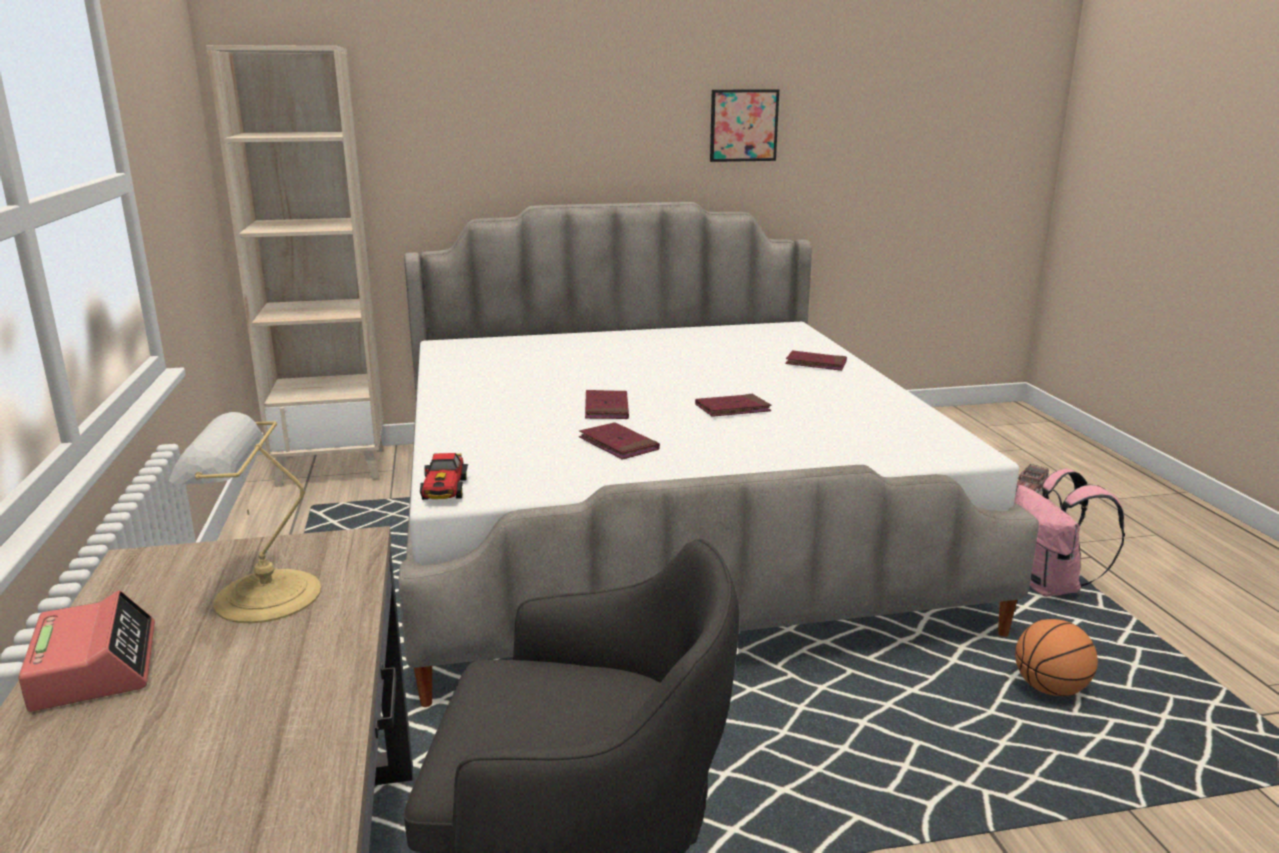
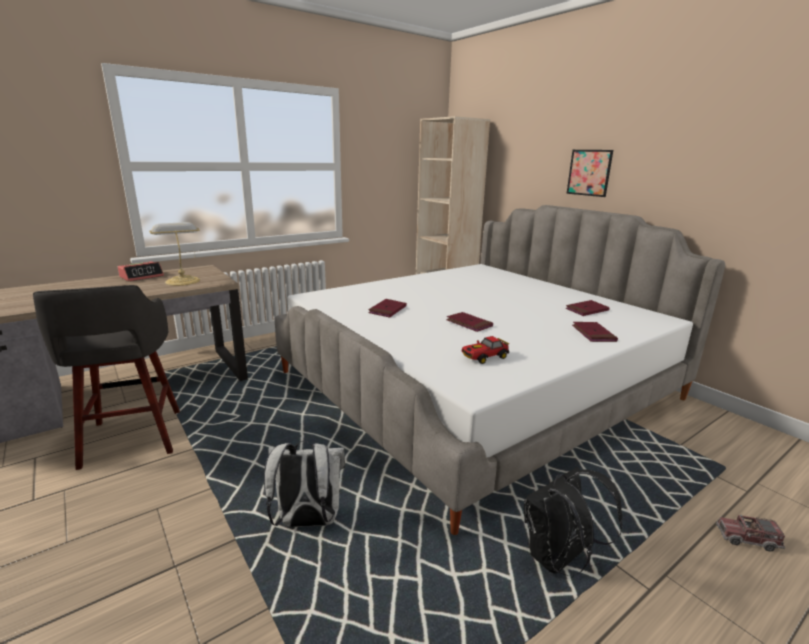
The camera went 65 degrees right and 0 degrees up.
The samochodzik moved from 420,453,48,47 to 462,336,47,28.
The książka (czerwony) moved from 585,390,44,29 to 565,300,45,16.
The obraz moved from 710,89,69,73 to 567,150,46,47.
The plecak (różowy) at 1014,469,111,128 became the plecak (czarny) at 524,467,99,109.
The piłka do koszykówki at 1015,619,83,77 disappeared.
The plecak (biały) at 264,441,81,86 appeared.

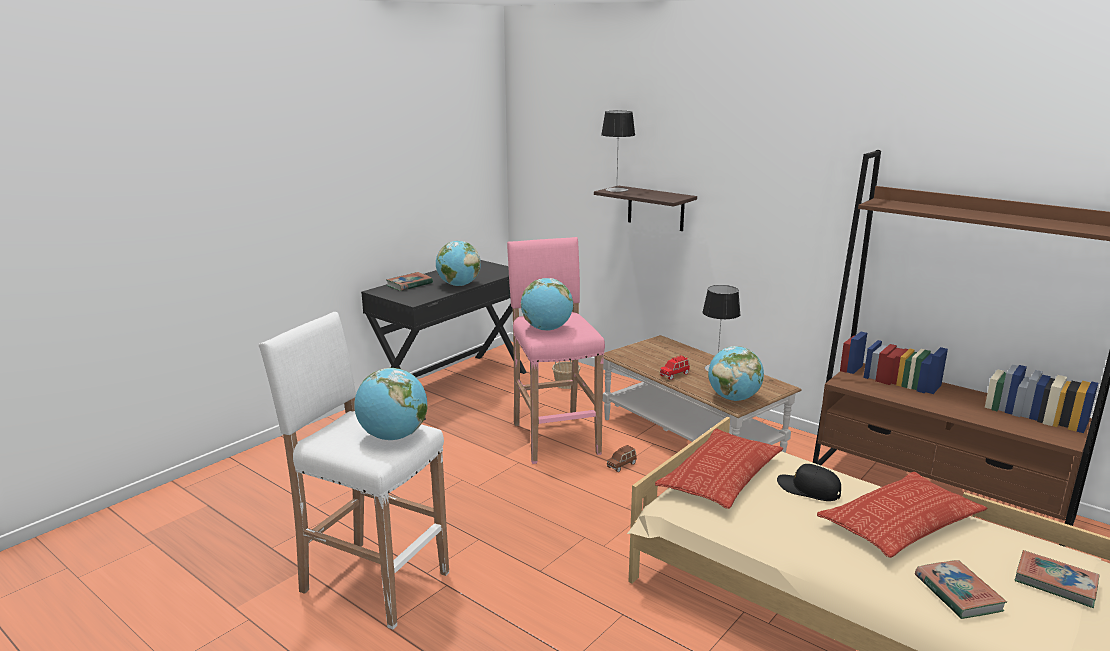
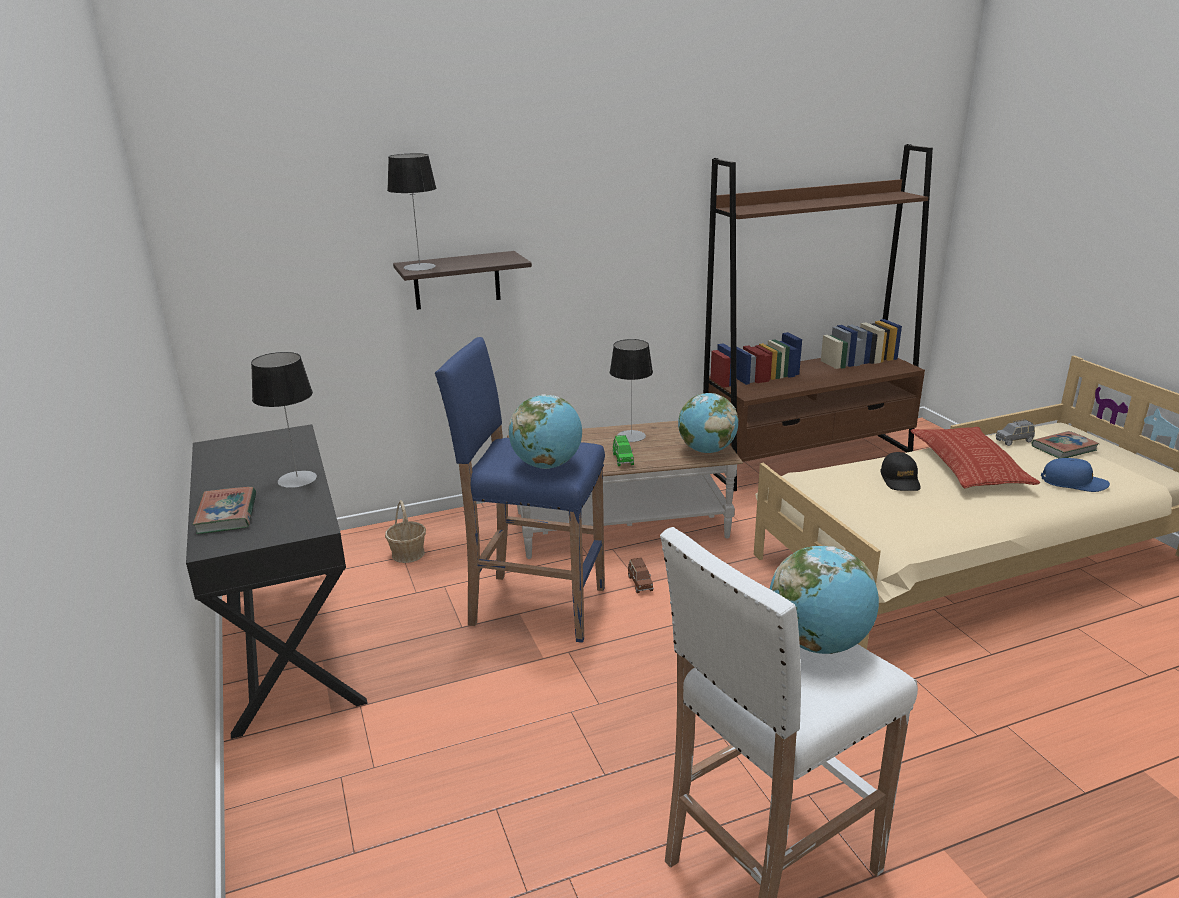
The camera went 60 degrees left and 5 degrees up.
The globus at 436,241,45,45 was replaced by the lampa stołowa at 251,352,66,136.
The stołek (różowy) at 507,237,98,227 became the stołek (niebieski) at 435,337,170,306.
The poduszka at 655,429,128,80 disappeared.
The samochodzik (czerwony) at 660,355,30,25 became the samochodzik (zielony) at 613,435,21,31.
The czapka z daszkiem (czarny) at 777,464,64,37 turned 60 degrees counterclockwise.
The książka at 915,560,92,59 was replaced by the czapka z daszkiem (niebieski) at 1041,458,69,34.
The samochodzik (szary) at 996,419,39,27 appeared.

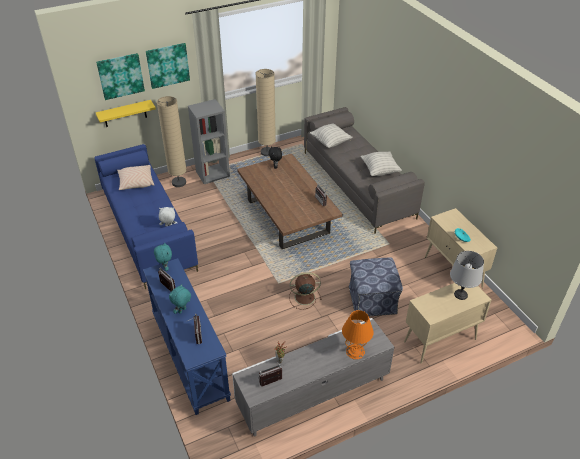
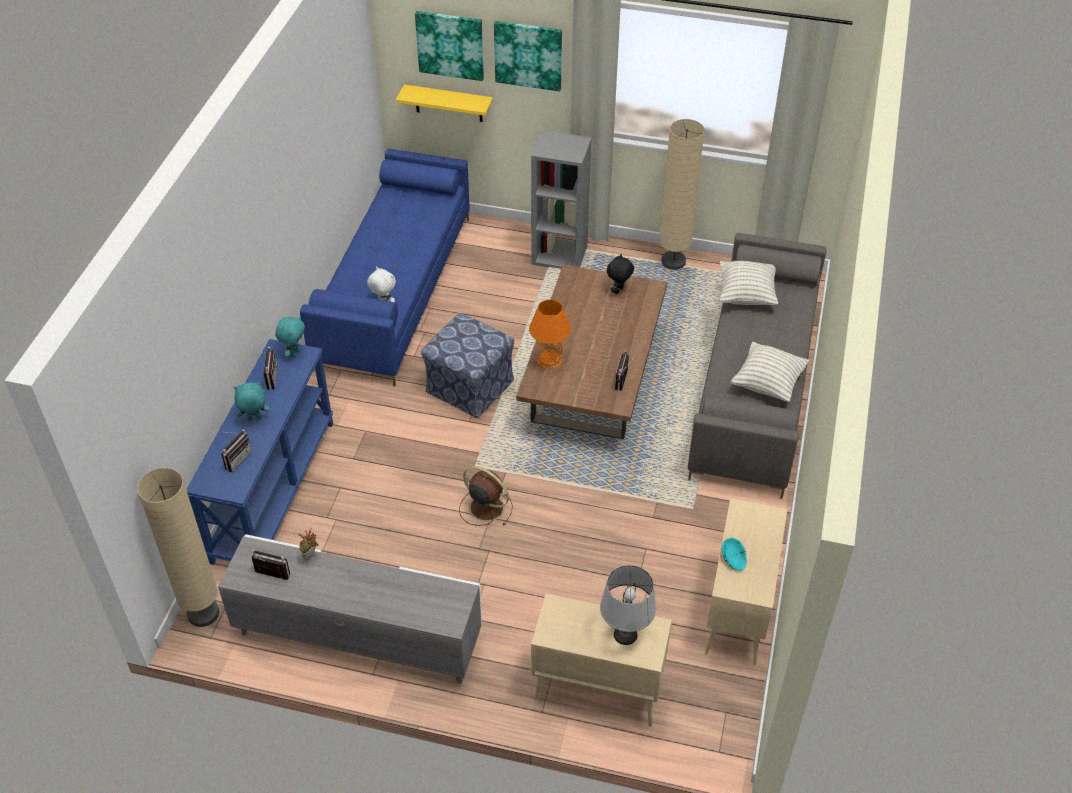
The camera went 40 degrees right and 5 degrees up.
The poduszka (beżowy) at 117,165,37,25 disappeared.
The lampa stojąca (beżowy) moved from 157,96,30,91 to 137,467,82,160.
The lampa stołowa (pomarańczowy) moved from 342,310,32,50 to 529,299,42,70.
The pufa moved from 349,257,54,59 to 421,313,93,105.

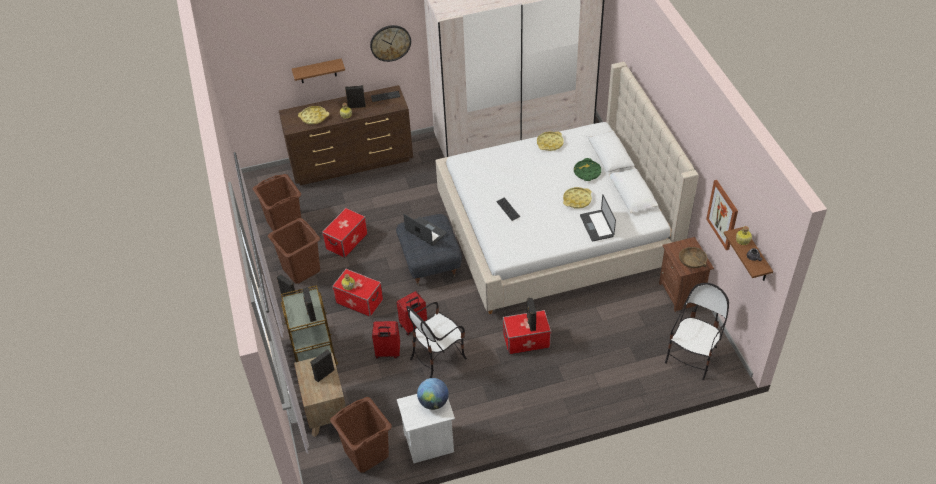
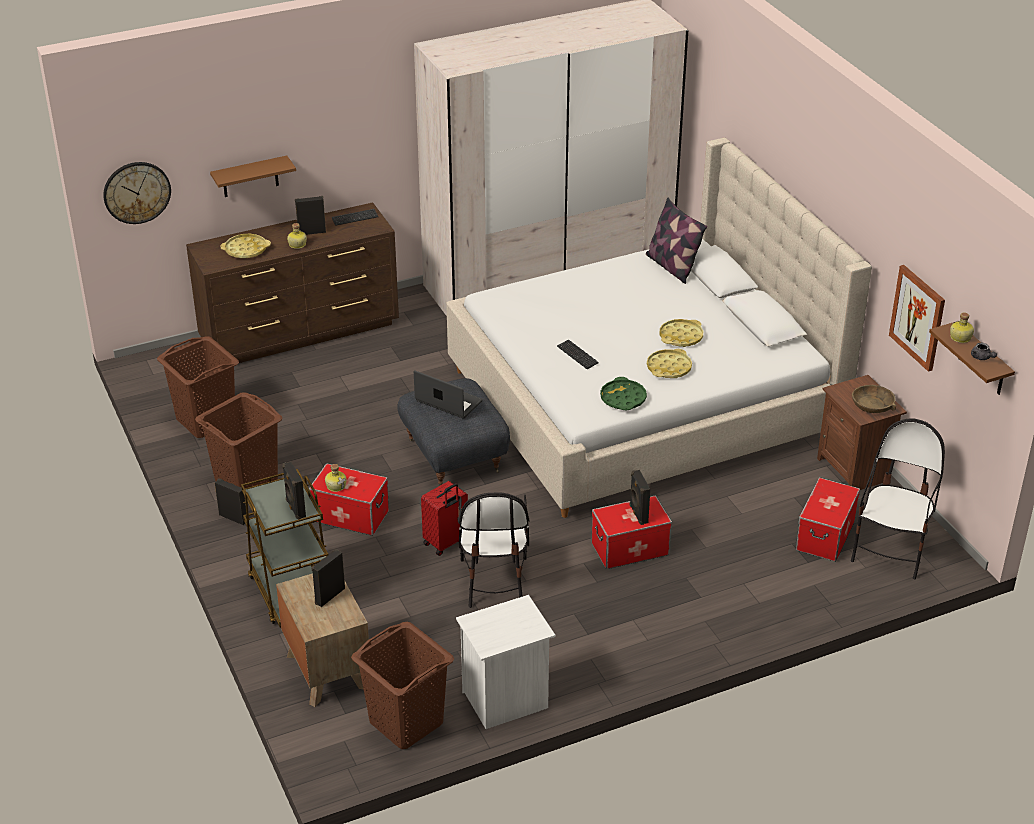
The camera went 10 degrees left and 10 degrees down.
The pojemnik do przechowywania moved from 322,208,46,50 to 796,477,64,85.
The zegar ścienny moved from 370,25,41,37 to 103,162,68,62.
The walizka (czerwony) at 372,321,28,38 disappeared.
The krzesło at 406,302,61,76 turned 45 degrees counterclockwise.
The globus at 417,378,32,32 disappeared.
The taca (żółty) moved from 537,132,27,19 to 647,349,45,29.
The taca (zielony) moved from 574,158,27,23 to 600,377,47,33.
The laptop at 580,194,36,47 disappeared.
The poduszka at 646,198,61,86 appeared.

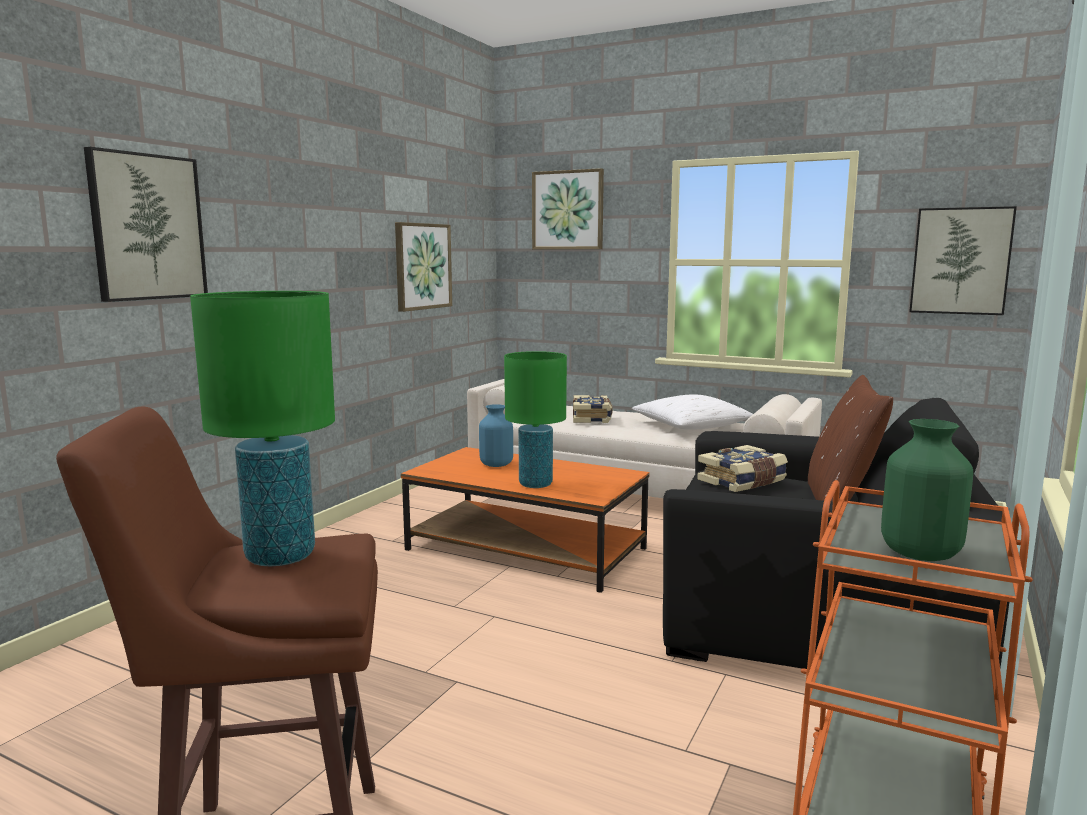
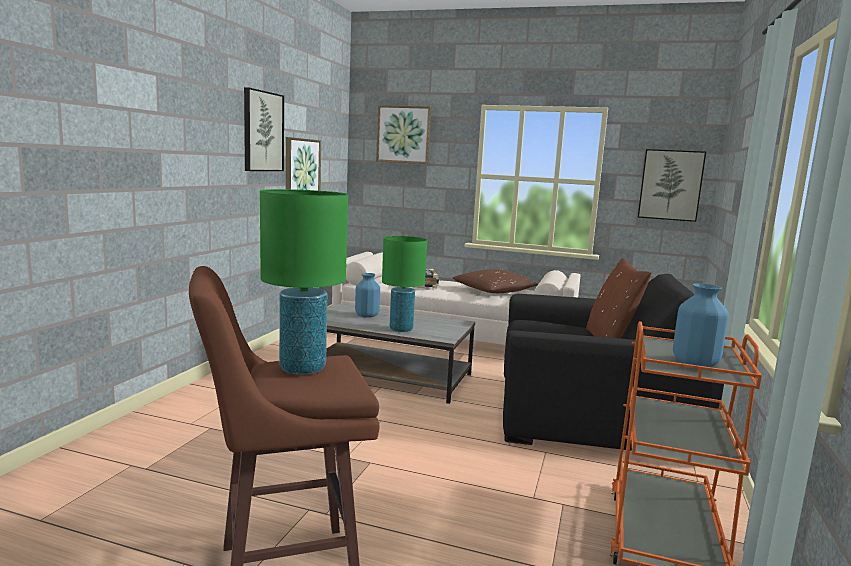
The camera went 10 degrees left and 0 degrees up.
The obraz moved from 84,147,124,155 to 244,87,40,84.
The ława (pomarańczowy) at 401,447,249,146 became the ława (szary) at 326,304,149,100.
The poduszka (biały) at 632,394,121,36 became the poduszka (brązowy) at 453,269,85,24.
The książka at 697,445,91,47 disappeared.
The wazon (zielony) at 881,419,92,142 became the wazon (niebieski) at 673,283,56,84.

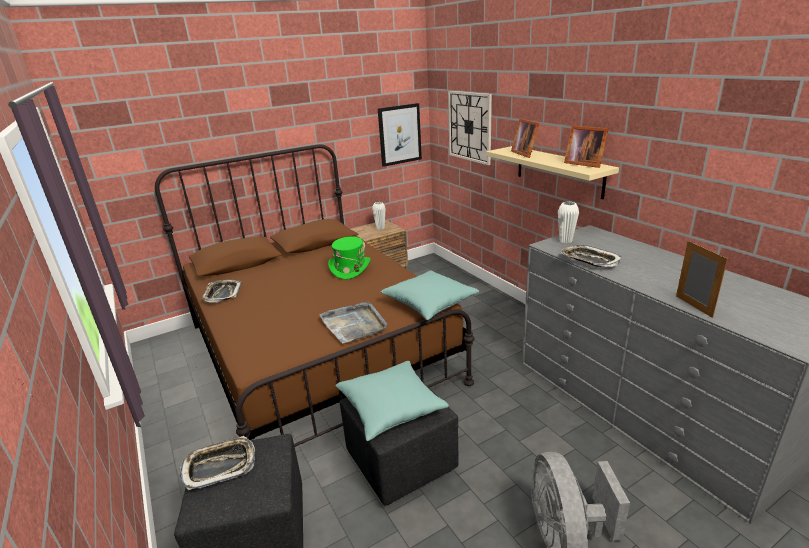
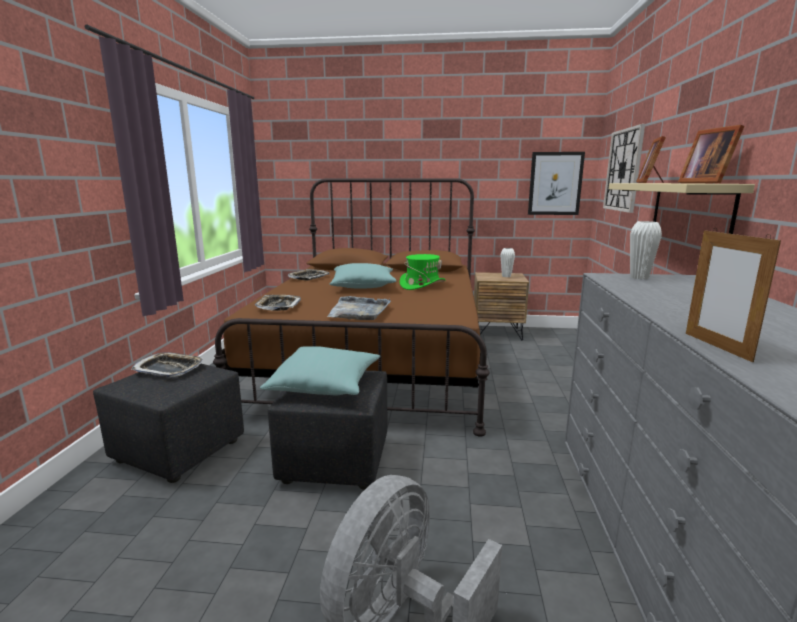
The camera went 35 degrees right and 10 degrees down.
The poduszka (turkusowy) moved from 381,271,98,49 to 330,263,66,26.
The taca moved from 561,245,61,22 to 255,295,46,16.
The ramka na zdjęcie at 676,241,52,77 turned 150 degrees clockwise.

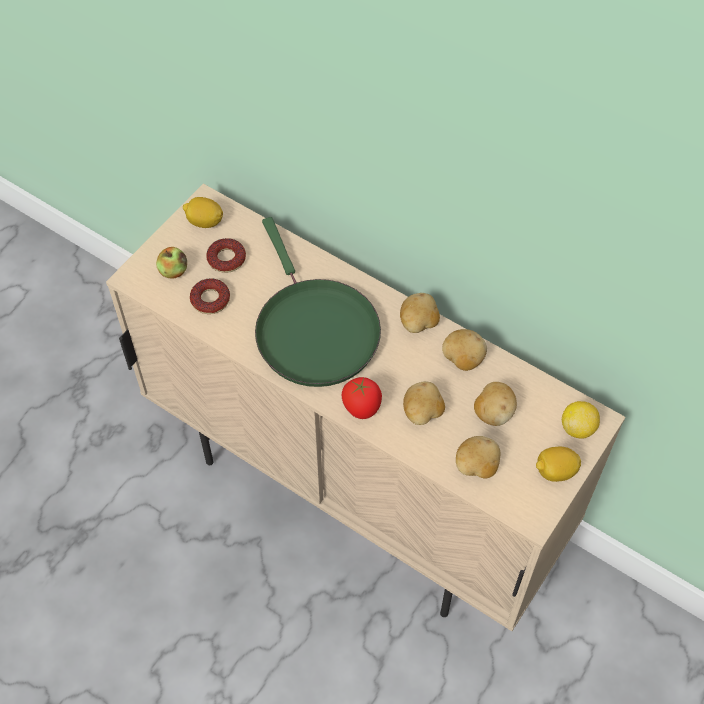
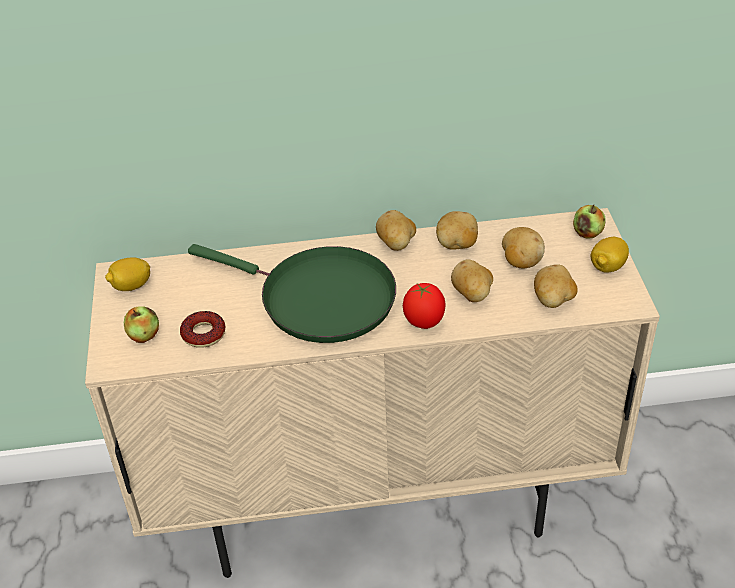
The camera went 40 degrees left and 15 degrees down.
The donut at 206,238,40,35 disappeared.
The cytryna at 562,401,38,38 was replaced by the jabłko at 573,204,33,35.

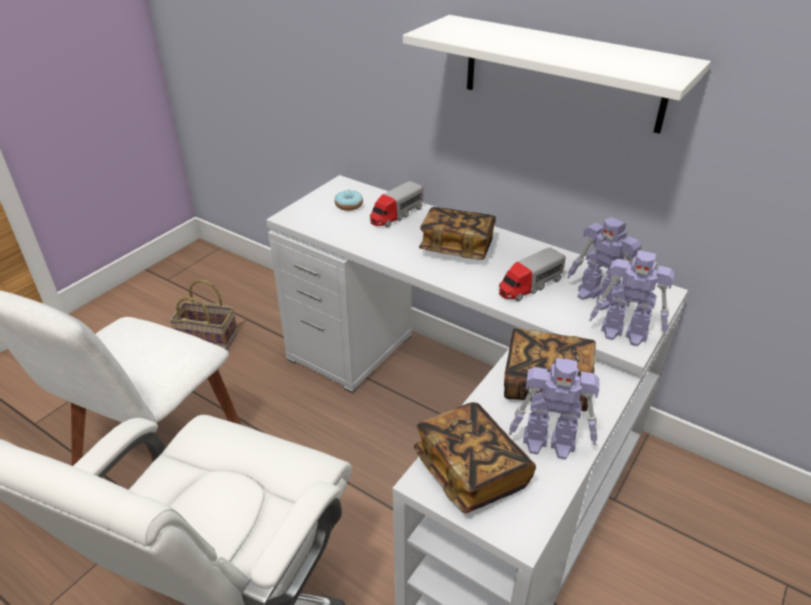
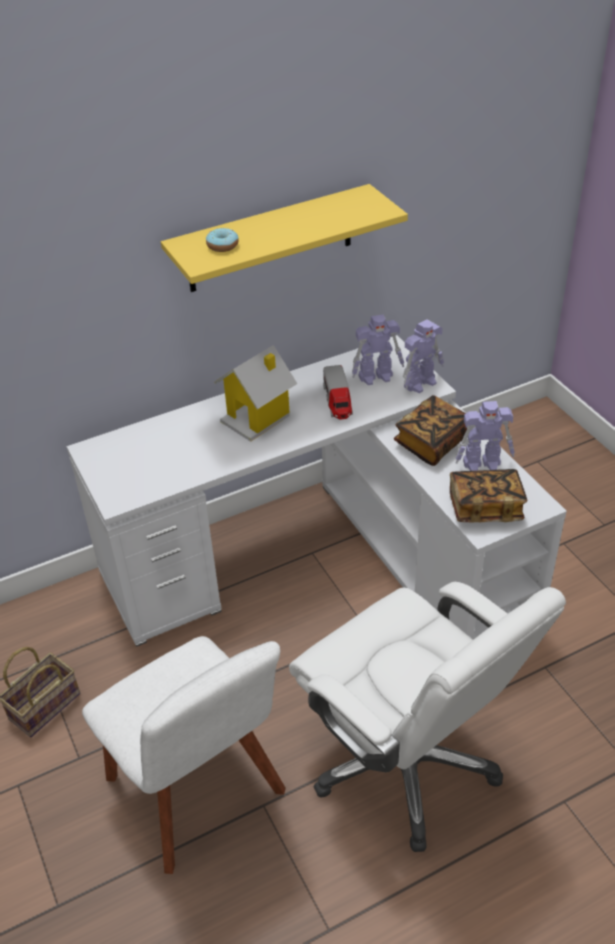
The camera went 60 degrees left and 5 degrees up.
The donut moved from 335,190,28,21 to 206,228,33,24.
The ciężarówka zabawkowa at 370,181,54,47 disappeared.
The półka (biały) at 403,15,308,119 became the półka (żółty) at 161,184,247,108.
The książka at 419,207,77,53 was replaced by the domek at 215,345,82,97.
The robot zabawkowy at 508,358,91,102 turned 45 degrees clockwise.

